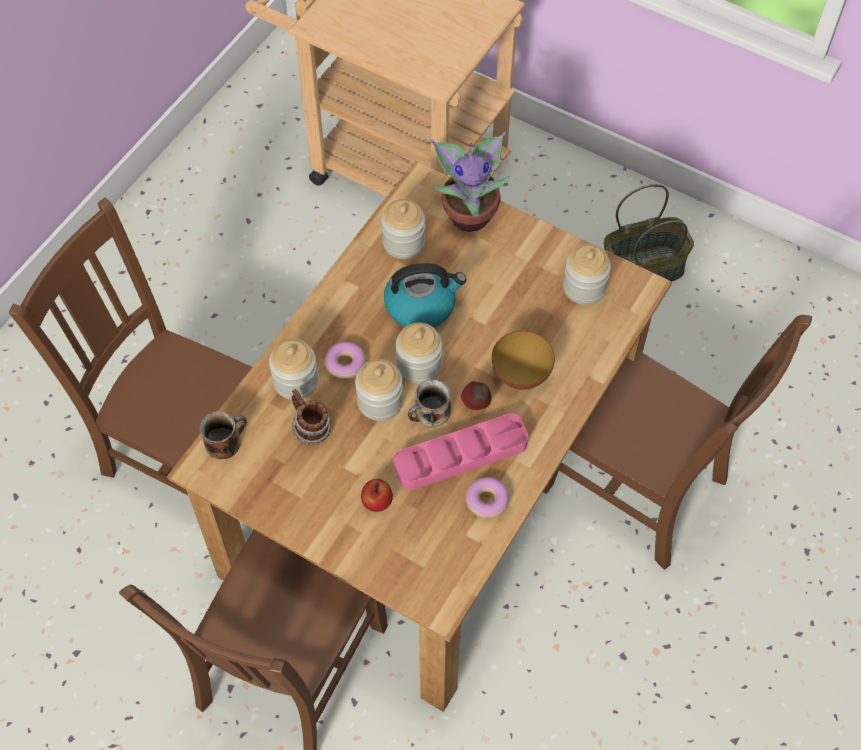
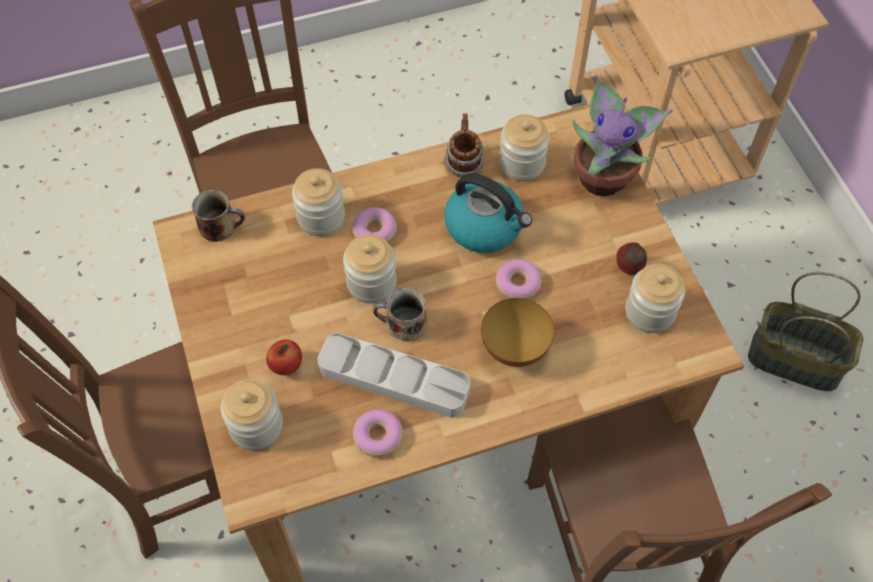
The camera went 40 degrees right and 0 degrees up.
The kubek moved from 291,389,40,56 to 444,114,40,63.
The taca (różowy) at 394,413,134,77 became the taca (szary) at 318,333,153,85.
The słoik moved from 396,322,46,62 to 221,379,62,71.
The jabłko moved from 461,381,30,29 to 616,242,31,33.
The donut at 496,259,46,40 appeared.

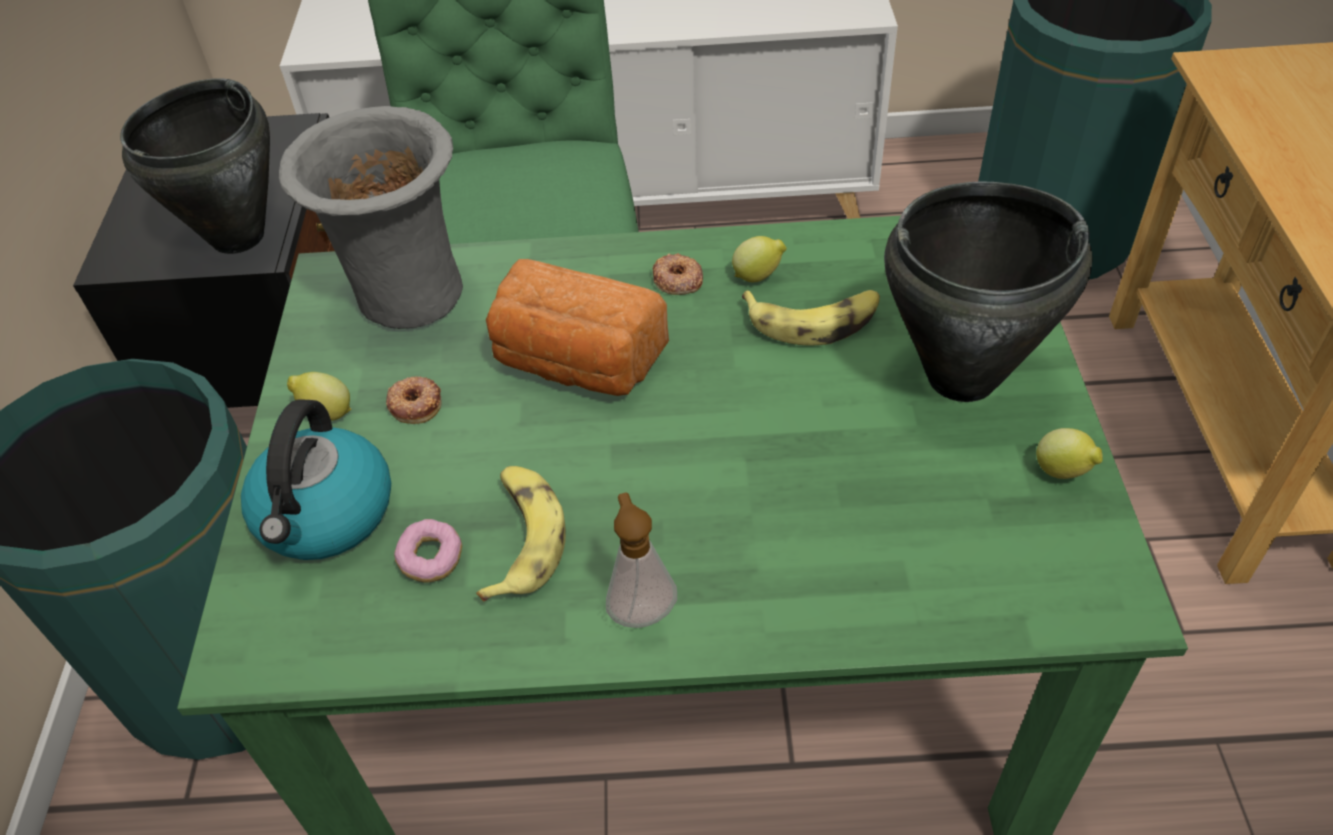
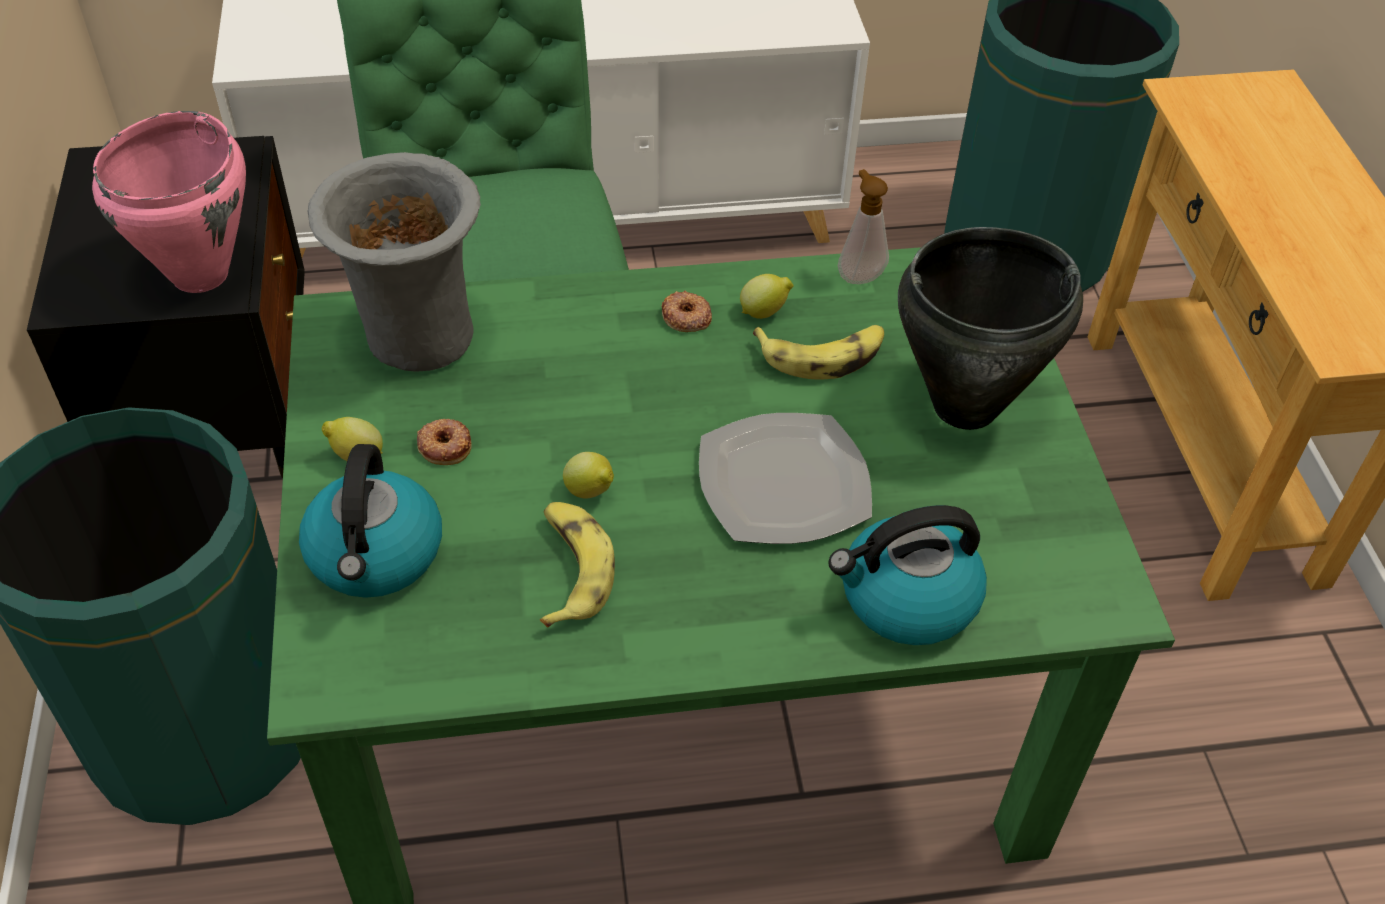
The camera went 10 degrees left and 0 degrees up.
The garnek (czarny) at 120,78,150,176 became the garnek (różowy) at 92,111,154,182.
The donut at 394,519,68,63 disappeared.
The chleb at 486,259,183,137 disappeared.
The dozownik mydła moved from 606,492,71,136 to 838,169,51,115.
The cytryna moved from 1036,428,67,51 to 563,452,51,46.
The talerz at 699,413,173,131 appeared.
The czajnik at 828,505,159,140 appeared.

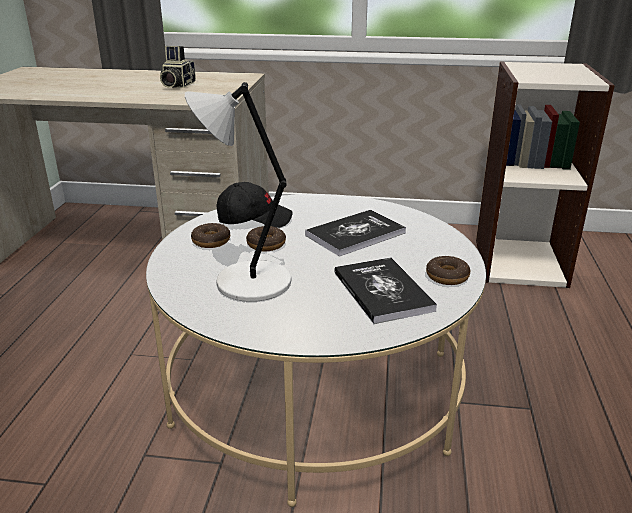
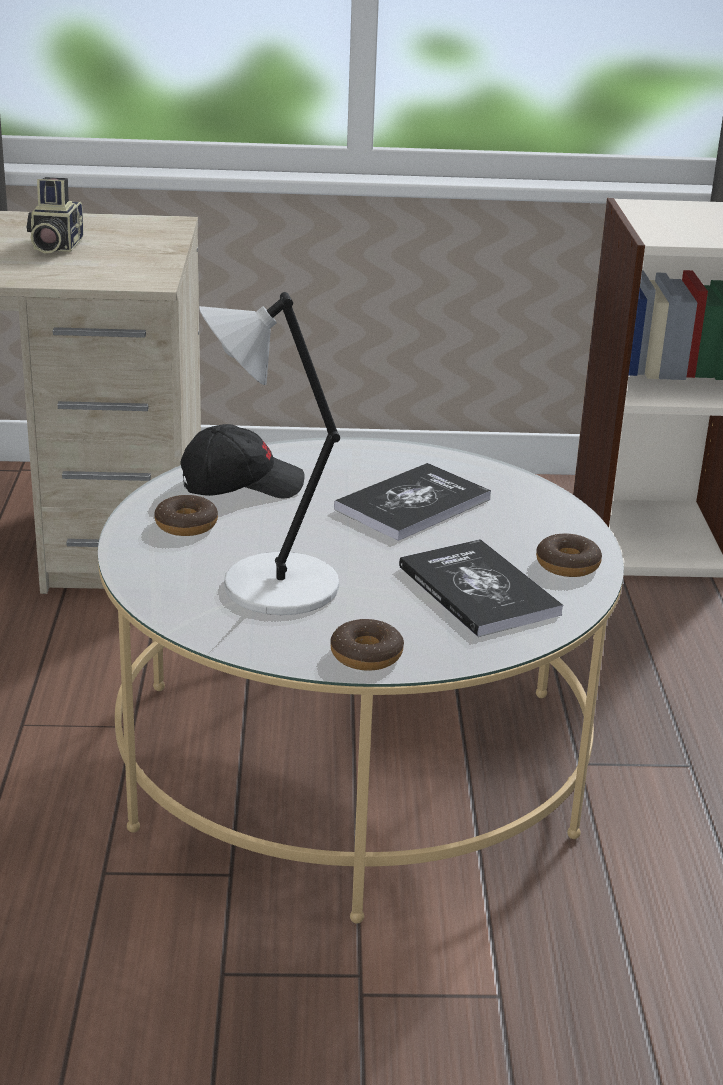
The camera went 10 degrees left and 0 degrees up.
The donut moved from 246,226,40,25 to 330,619,74,52.

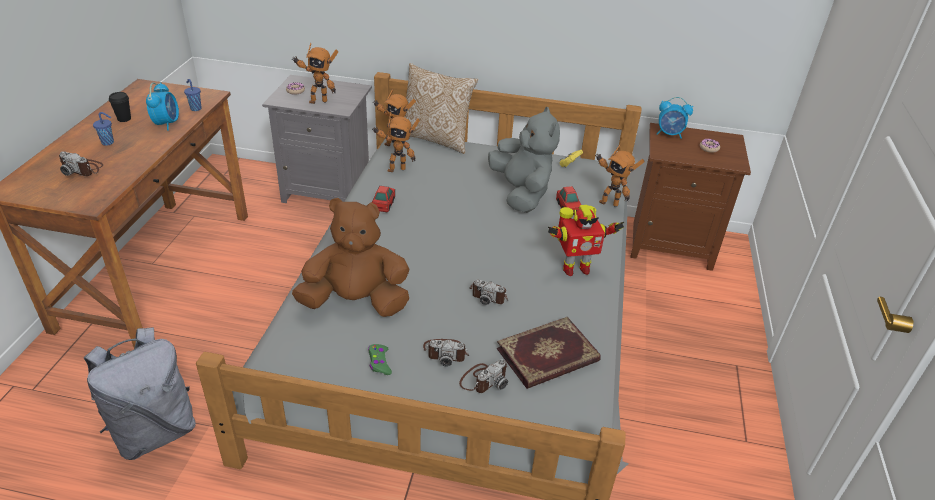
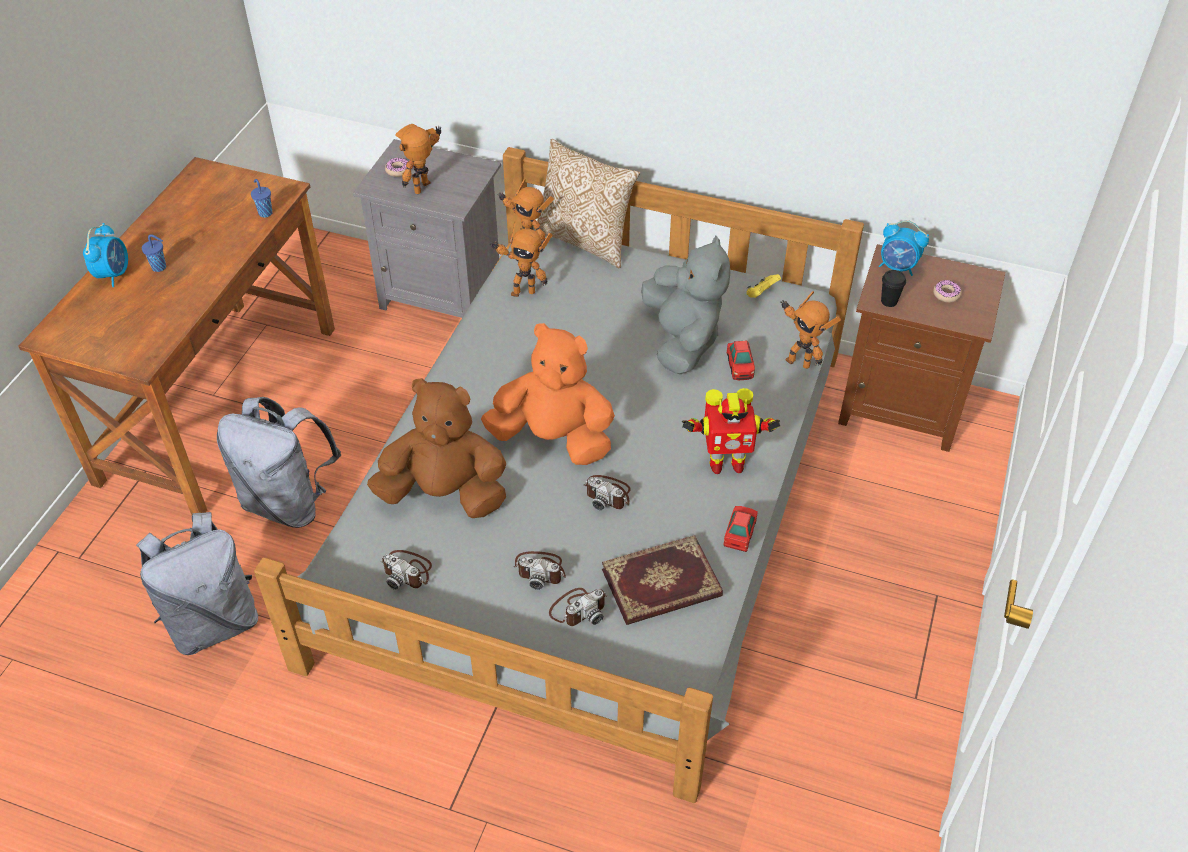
The camera went 10 degrees right and 10 degrees up.
The aparat fotograficzny moved from 59,151,44,25 to 381,550,51,40.
The filiżanka (czarny) moved from 109,92,22,30 to 881,270,25,37.
The budzik moved from 146,82,33,49 to 83,223,45,64.
The robot zabawkowy at 292,43,46,61 turned 120 degrees clockwise.
The pad do gier (zielony) at 368,344,24,31 disappeared.
The samochodzik moved from 372,186,23,26 to 724,506,34,46.
The plecak (szary) at 217,397,124,131 appeared.
The pluszak (pomarańczowy) at 481,323,134,142 appeared.

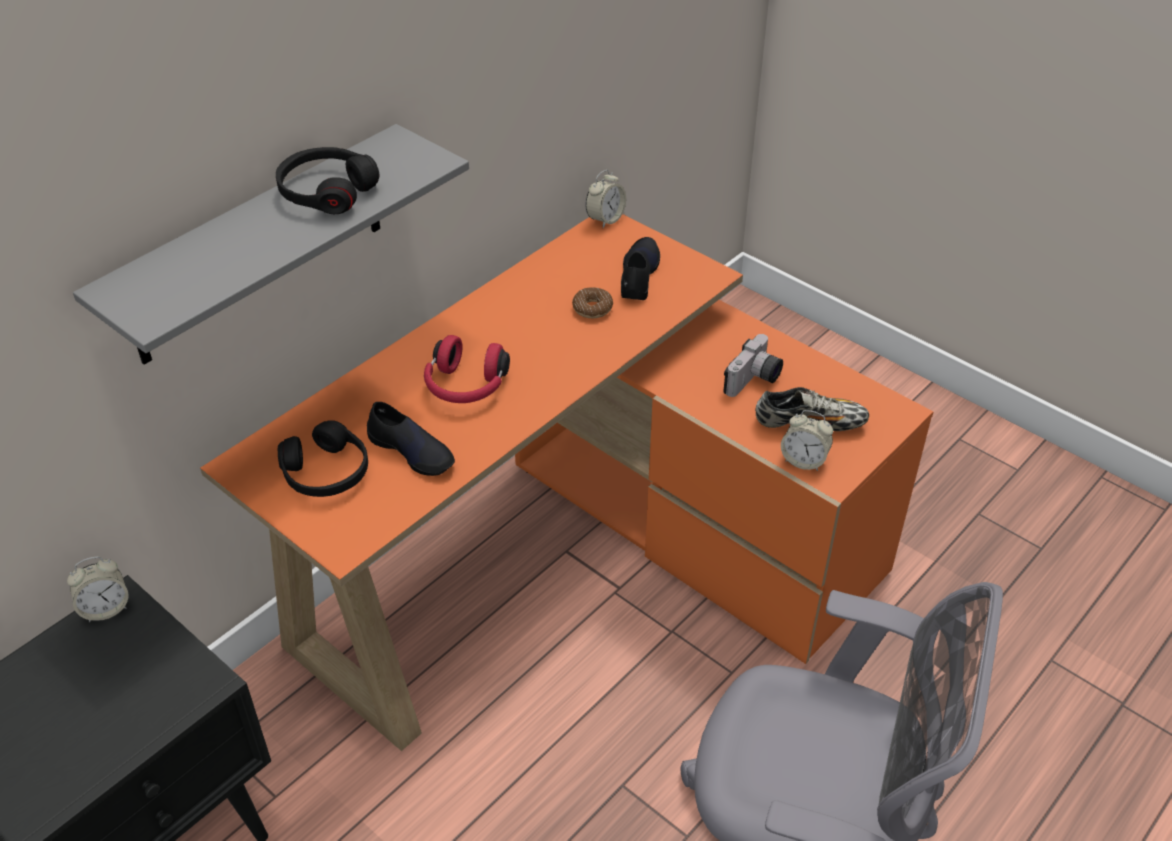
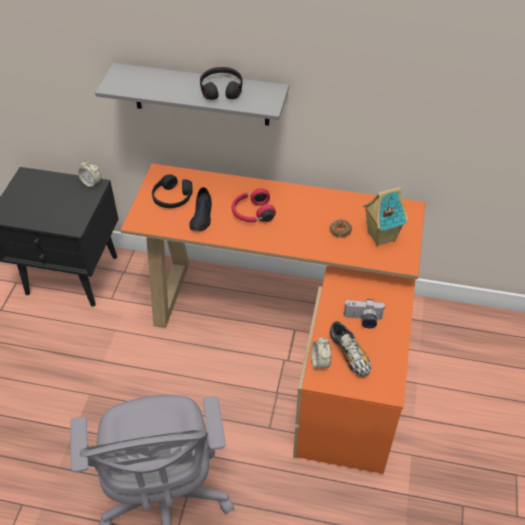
The camera went 60 degrees right and 5 degrees up.
The budzik at 585,170,41,58 disappeared.
The but (czarny) at 621,237,39,63 was replaced by the domek at 363,187,45,59.

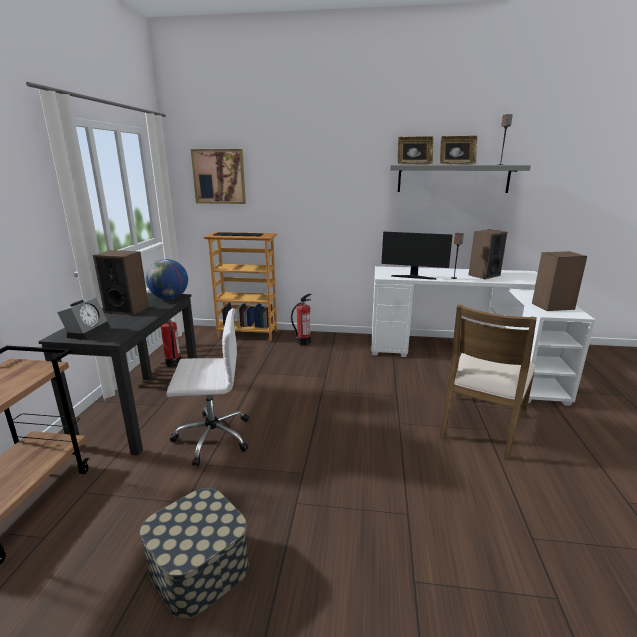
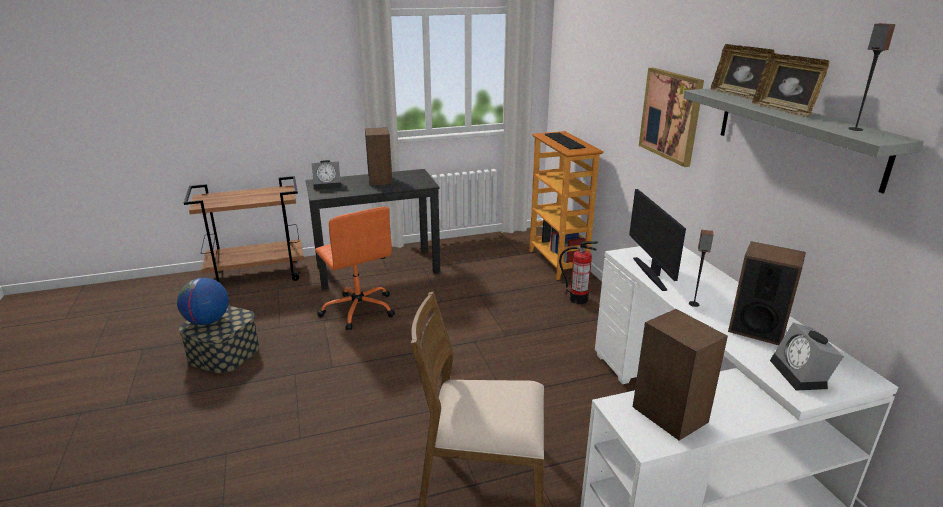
The camera went 65 degrees right and 5 degrees up.
The globus moved from 146,259,42,40 to 177,278,52,47.
The gaśnica at 160,319,21,48 disappeared.
The krzesło biurowe (biały) at 167,308,82,159 became the krzesło biurowe (pomarańczowy) at 315,207,80,123.
The obraz moved from 191,149,55,55 to 639,68,65,99.
The budzik at 770,322,74,68 appeared.

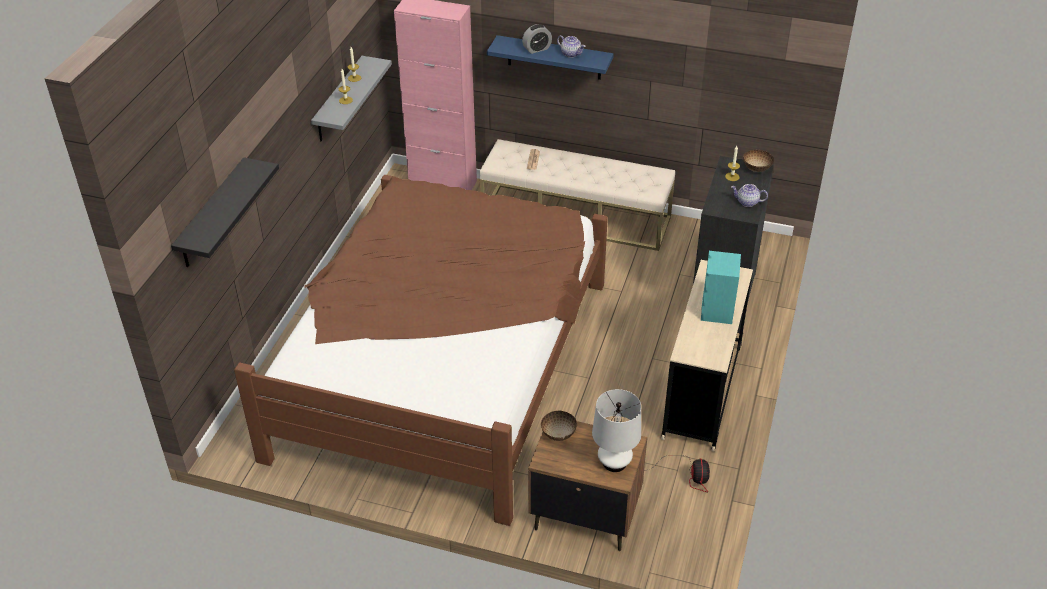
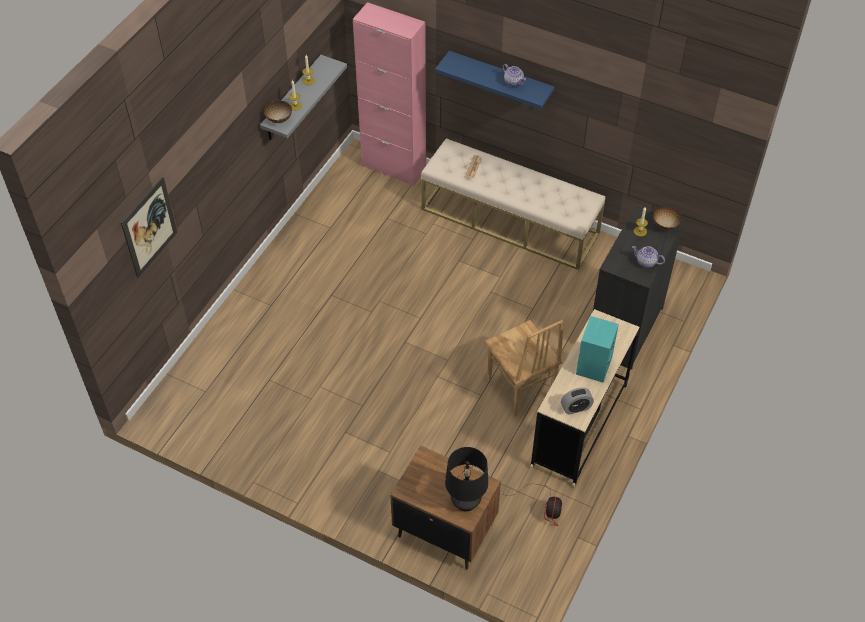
The camera went 10 degrees right and 10 degrees up.
The półka (czarny) at 171,157,108,110 was replaced by the obraz at 121,177,56,101.
The łóżko (brązowy) at 234,175,374,351 disappeared.
The budzik moved from 522,24,30,30 to 561,388,33,27.
The miska moved from 541,410,36,31 to 264,101,28,22.
The lampa stołowa (biały) at 592,389,49,83 became the lampa stołowa (czarny) at 445,447,43,65.
The krzesło (brązowy) at 484,320,79,97 appeared.

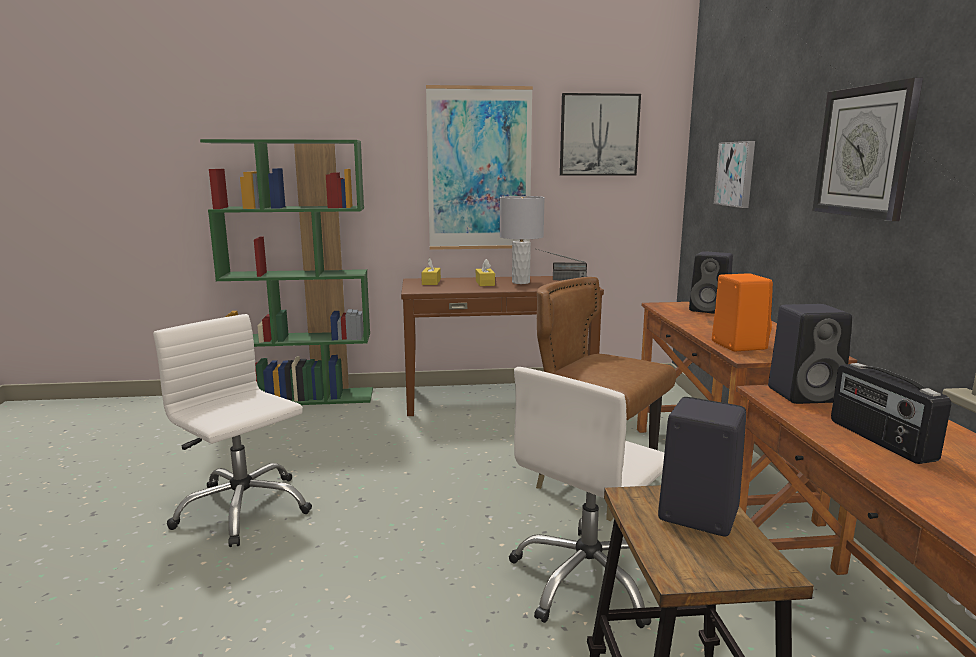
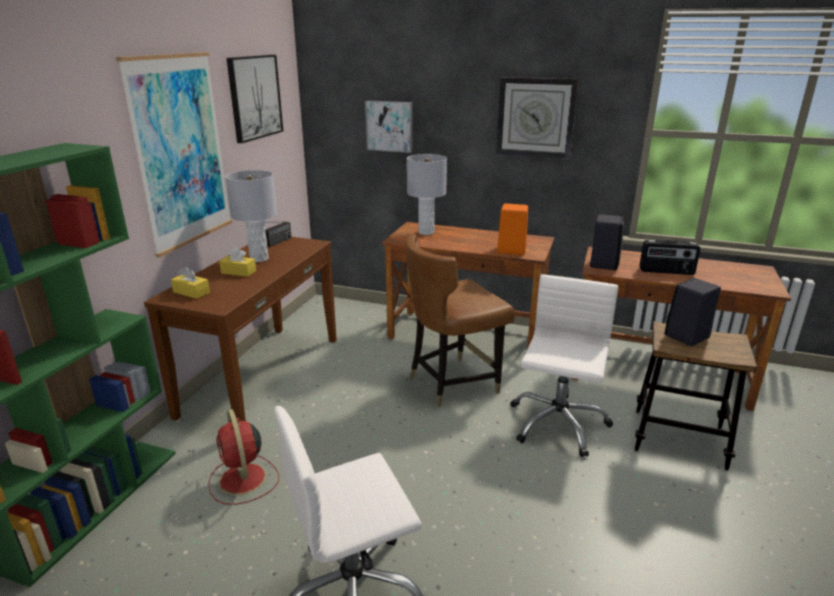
The camera went 65 degrees left and 10 degrees up.
The krzesło biurowe (biały) at 509,367,155,261 turned 135 degrees counterclockwise.
The głośnik (czarny) at 689,251,44,63 was replaced by the lampa stołowa (szary) at 407,154,40,81.
The wentylator (czerwony) at 208,409,71,96 appeared.

